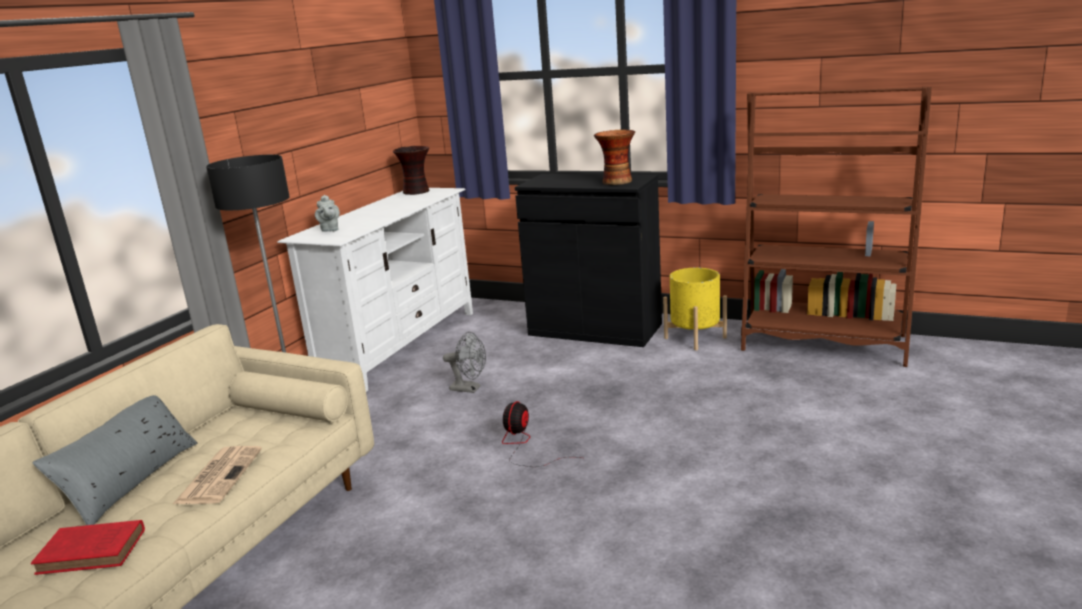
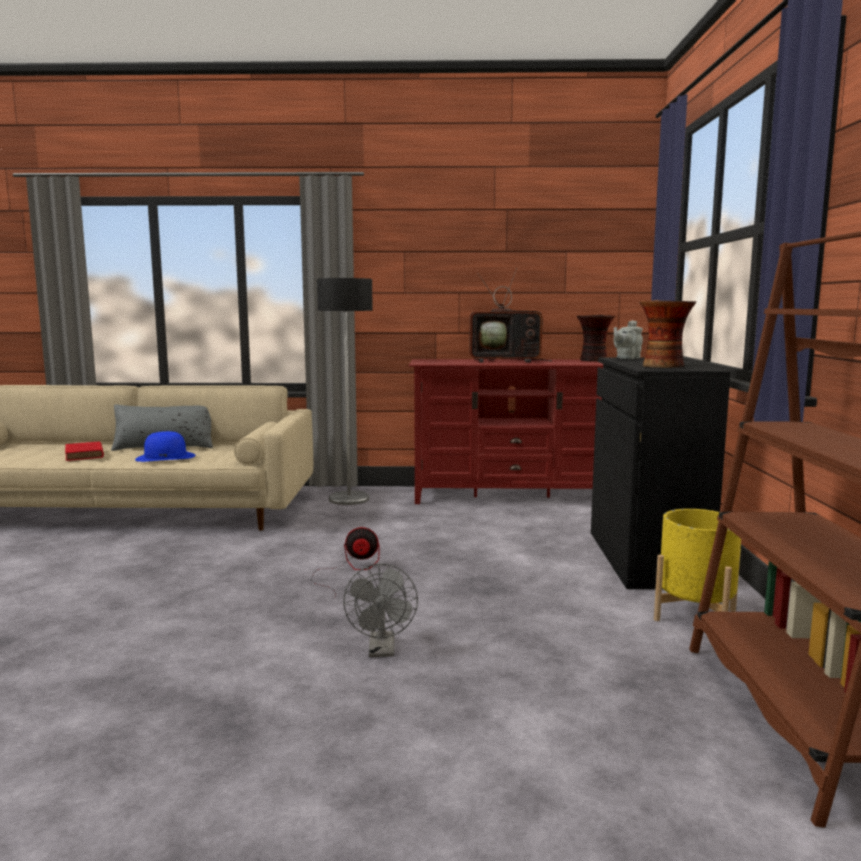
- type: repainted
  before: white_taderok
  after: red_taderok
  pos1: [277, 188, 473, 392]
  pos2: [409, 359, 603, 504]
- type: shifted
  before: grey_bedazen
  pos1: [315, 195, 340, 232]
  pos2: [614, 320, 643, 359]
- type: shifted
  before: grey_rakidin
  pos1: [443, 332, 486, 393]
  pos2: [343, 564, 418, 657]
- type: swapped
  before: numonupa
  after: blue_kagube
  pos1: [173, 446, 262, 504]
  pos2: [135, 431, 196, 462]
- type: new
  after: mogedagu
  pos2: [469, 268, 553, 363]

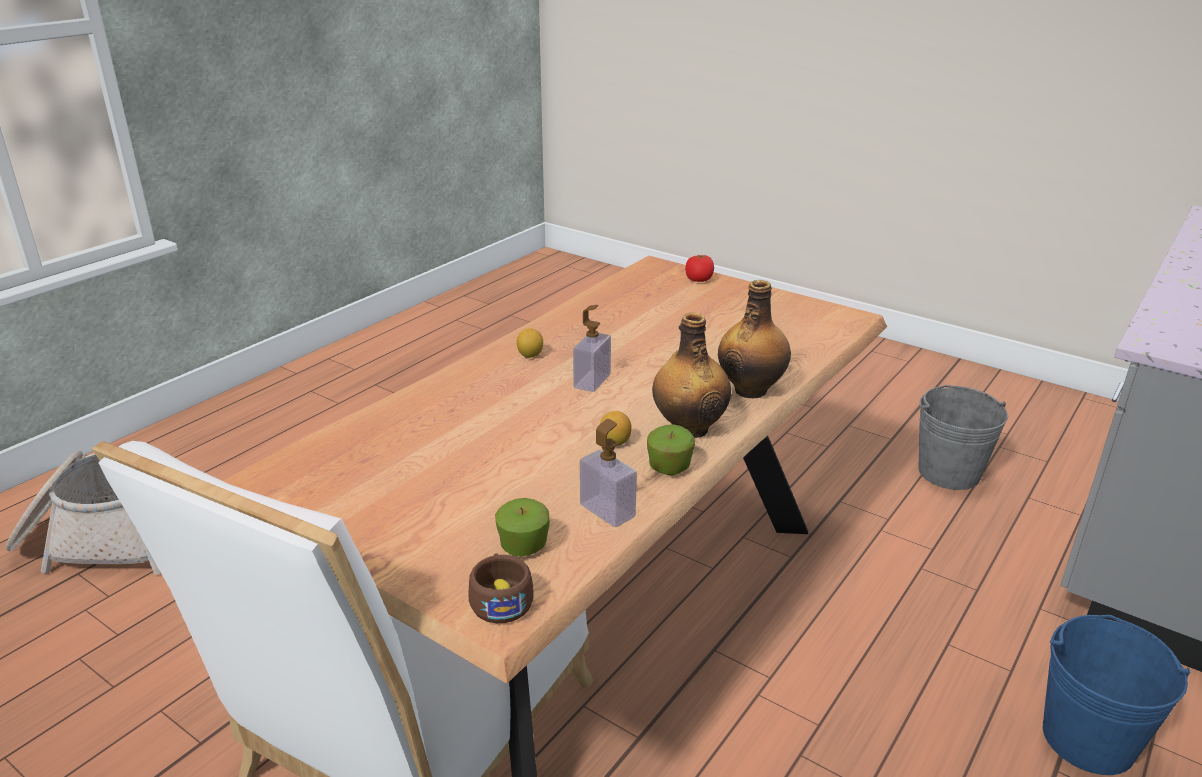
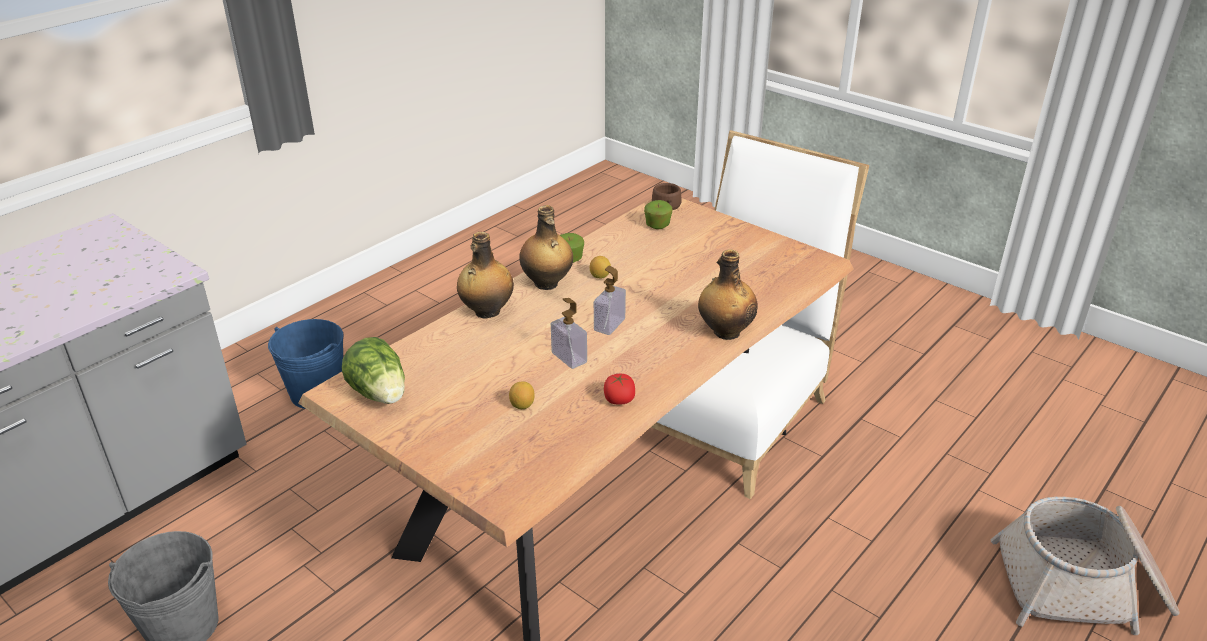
- type: shifted
  before: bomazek
  pos1: [685, 255, 714, 282]
  pos2: [604, 374, 635, 405]
- type: shifted
  before: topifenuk
  pos1: [517, 328, 543, 358]
  pos2: [509, 382, 535, 409]
- type: shifted
  before: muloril
  pos1: [580, 419, 637, 527]
  pos2: [551, 298, 587, 369]
- type: new
  after: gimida
  pos2: [698, 249, 758, 340]
- type: new
  after: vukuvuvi
  pos2: [342, 337, 405, 404]

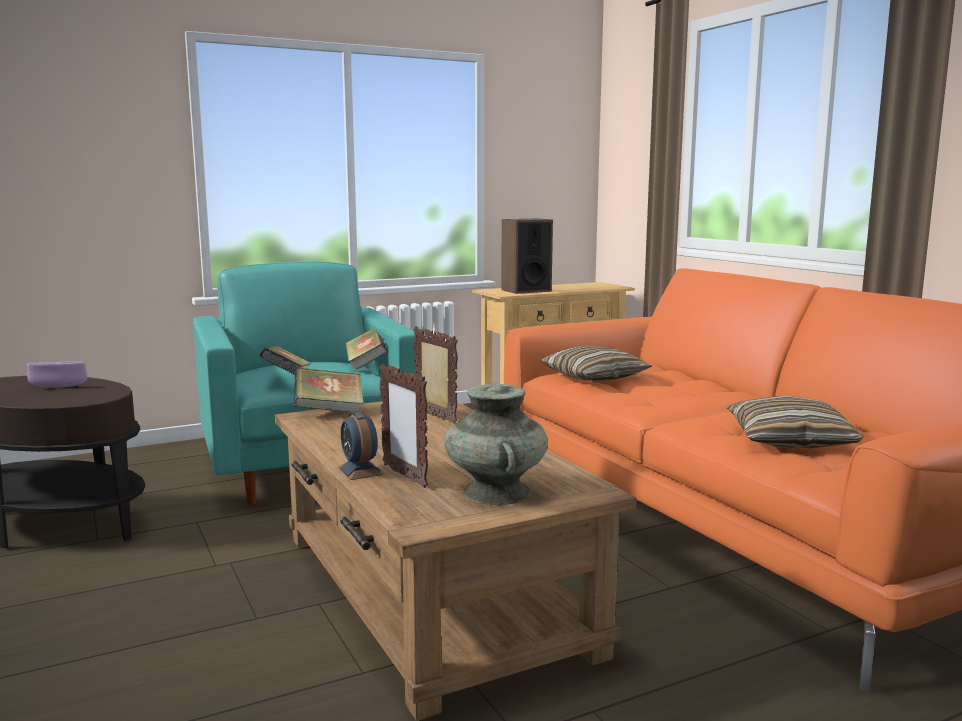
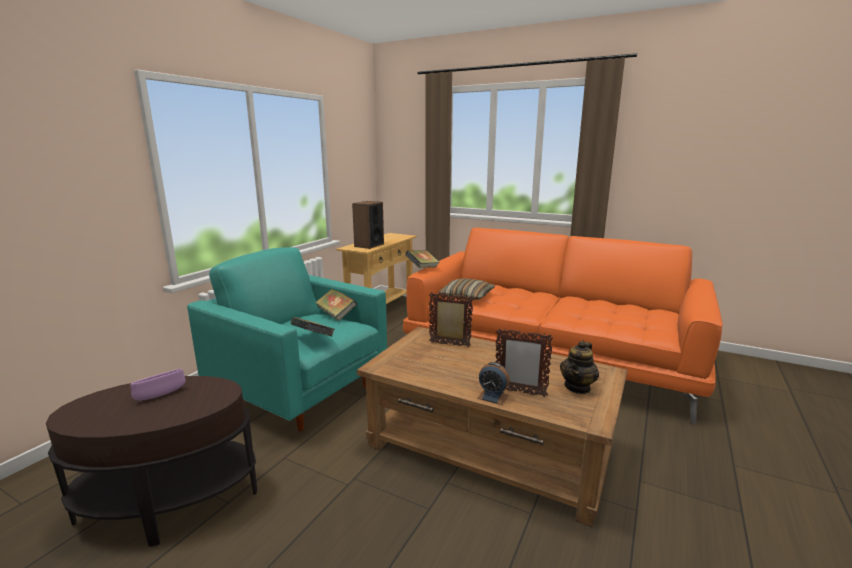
- type: shifted
  before: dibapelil
  pos1: [294, 368, 364, 413]
  pos2: [405, 250, 440, 268]
- type: swapped
  before: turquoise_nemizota
  after: bedazen
  pos1: [444, 384, 548, 505]
  pos2: [560, 340, 599, 394]
- type: gone
  before: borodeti
  pos1: [726, 396, 864, 449]

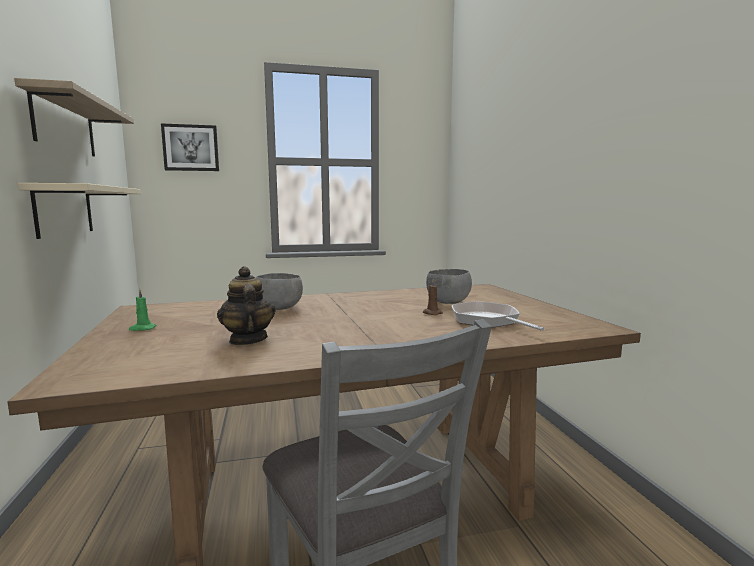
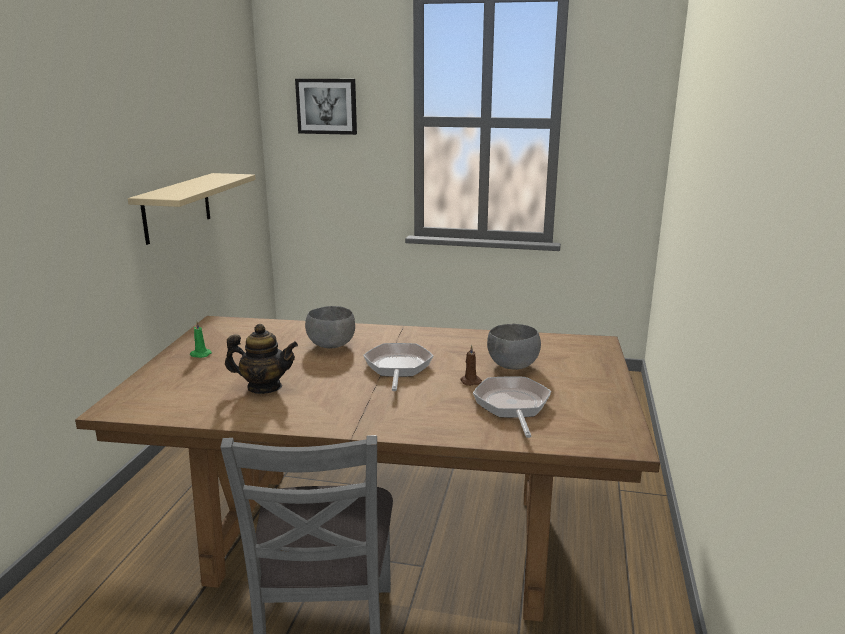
- type: gone
  before: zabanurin
  pos1: [14, 78, 134, 157]
- type: rotated
  before: bedazen
  pos1: [217, 266, 276, 345]
  pos2: [225, 324, 298, 394]
  turn: 90
- type: new
  after: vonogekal
  pos2: [363, 343, 434, 391]

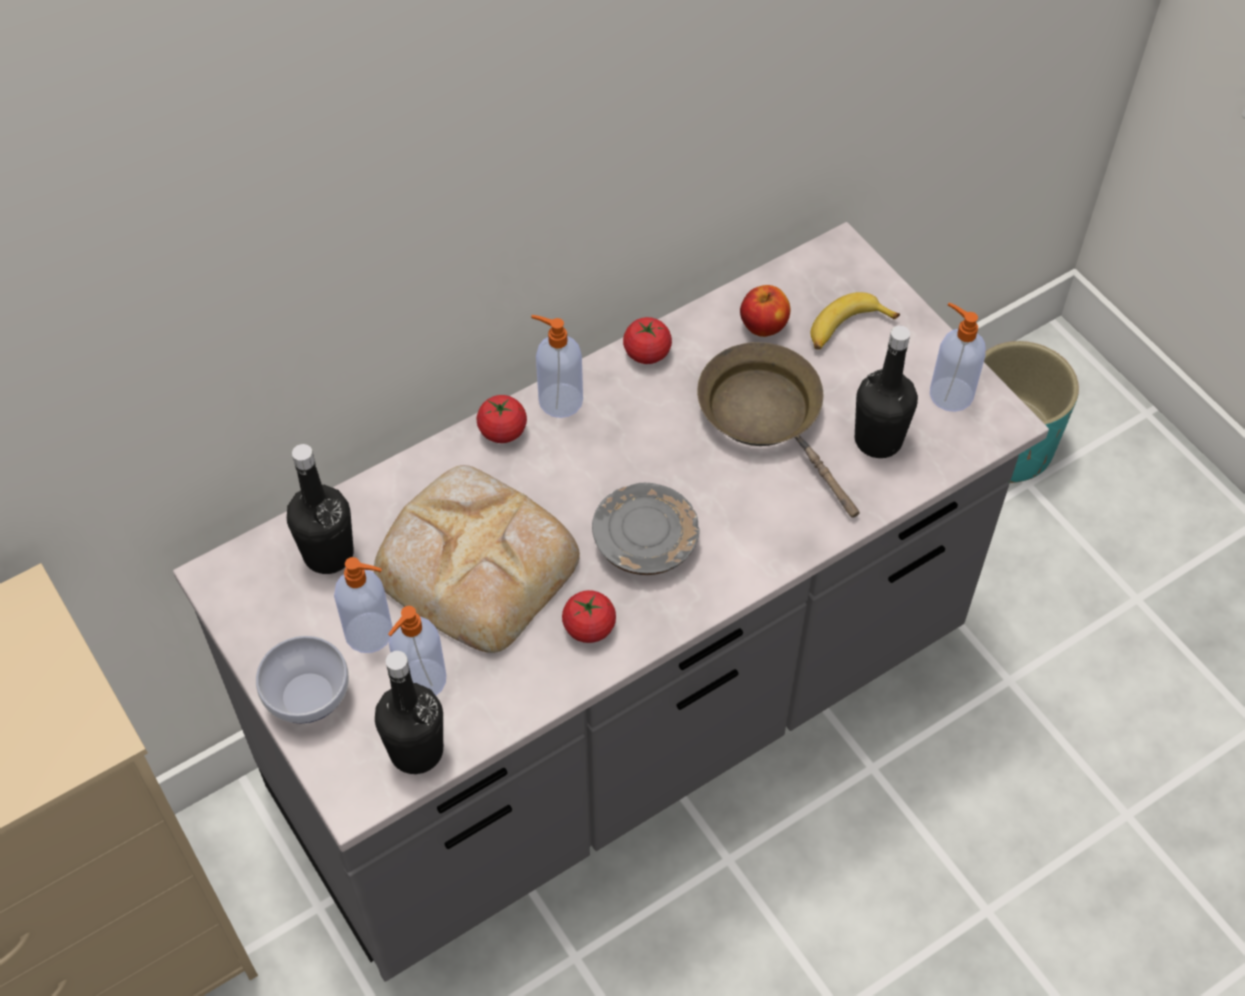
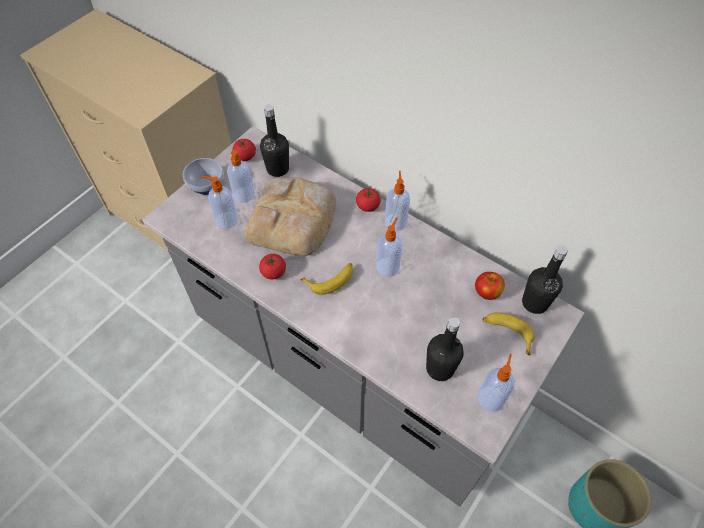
- type: shifted
  before: bomazek
  pos1: [623, 317, 672, 364]
  pos2: [232, 139, 256, 161]
- type: gone
  before: brown_vonogekal
  pos1: [697, 342, 860, 518]
- type: swapped
  before: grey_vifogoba
  after: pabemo
  pos1: [592, 482, 700, 575]
  pos2: [301, 263, 353, 295]
- type: shifted
  before: black_gimida
  pos1: [375, 651, 443, 774]
  pos2: [522, 246, 568, 314]
- type: new
  after: muloril
  pos2: [376, 217, 402, 277]

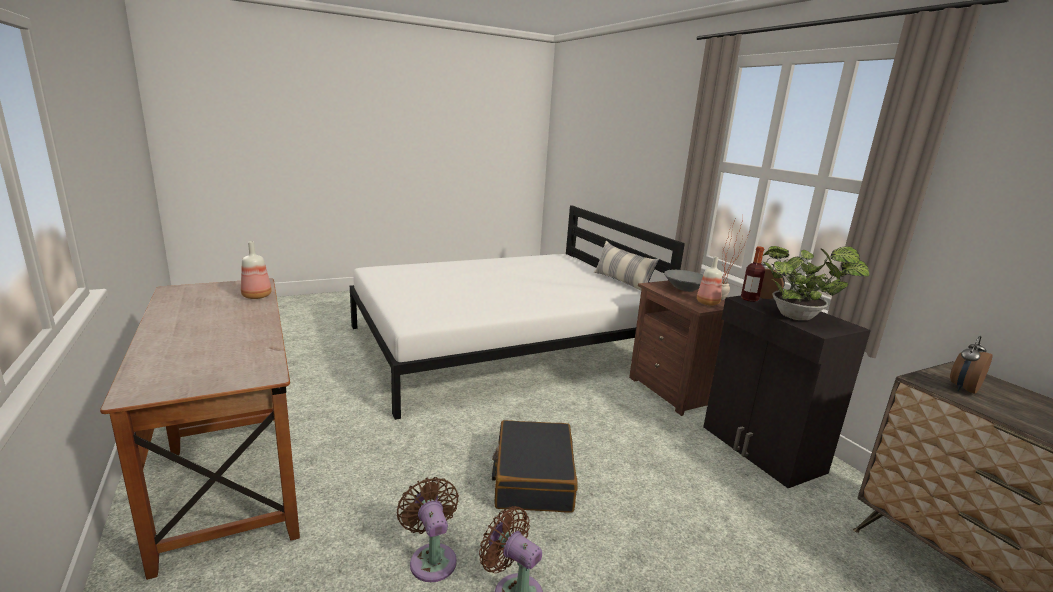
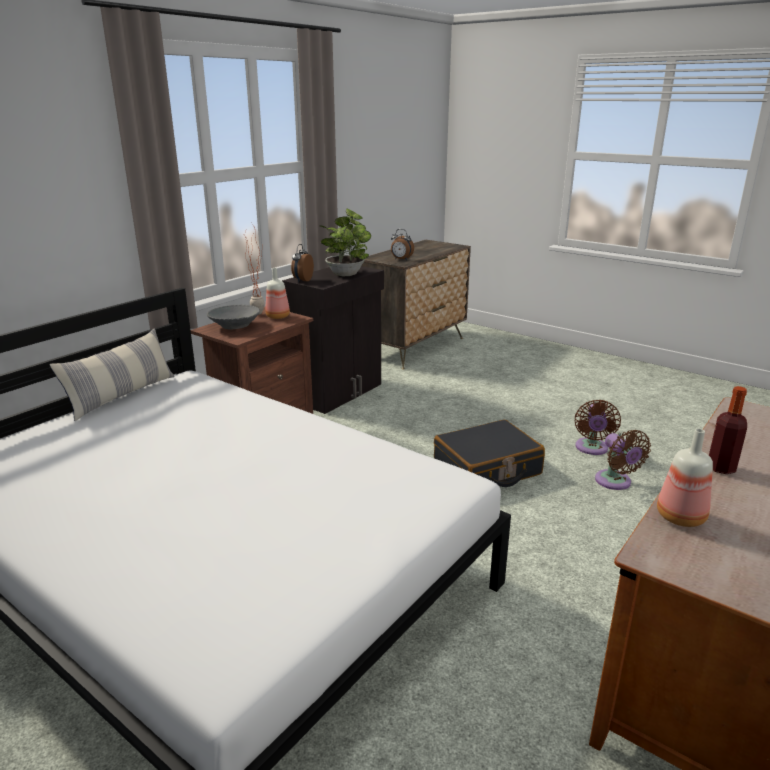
- type: shifted
  before: gimida
  pos1: [741, 246, 765, 302]
  pos2: [709, 386, 747, 474]
- type: rotated
  before: brown_rakidin
  pos1: [397, 477, 459, 582]
  pos2: [595, 430, 651, 490]
  turn: -60

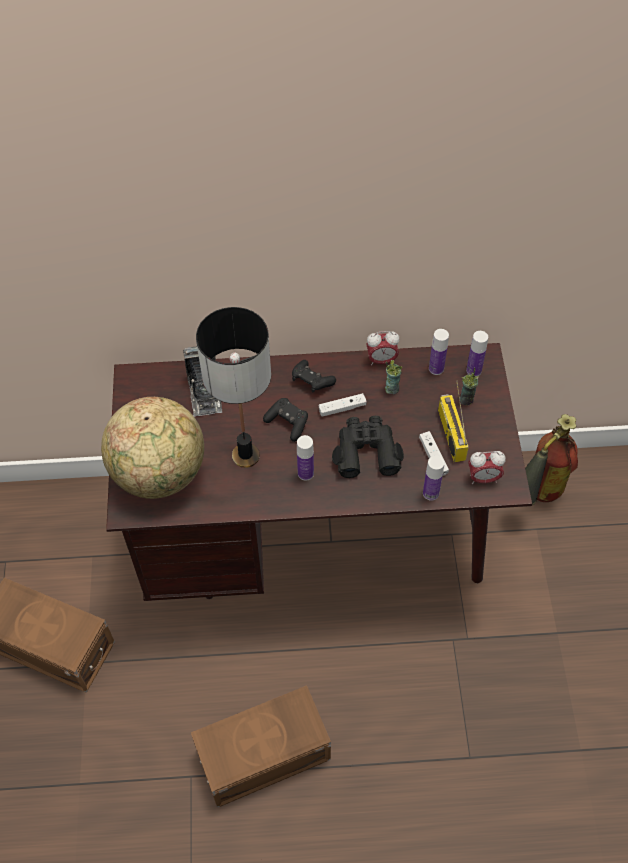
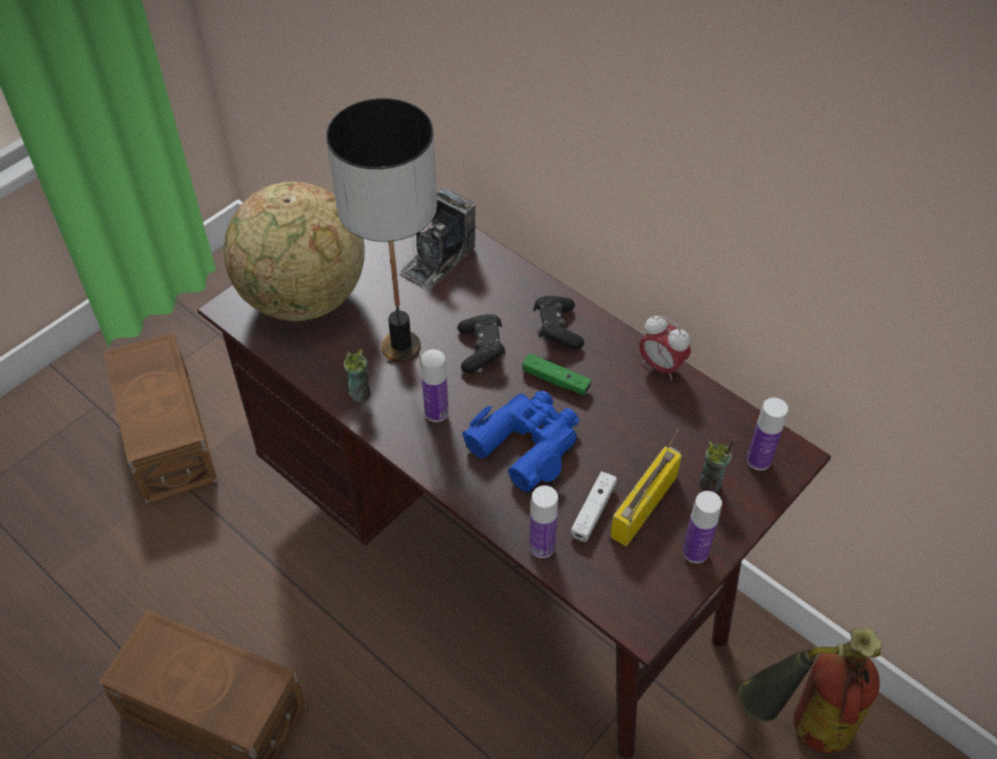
- type: shifted
  before: gimida
  pos1: [429, 329, 449, 375]
  pos2: [683, 491, 722, 563]
- type: shifted
  before: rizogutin
  pos1: [385, 360, 402, 395]
  pos2: [344, 344, 370, 402]
- type: repainted
  before: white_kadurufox
  after: green_kadurufox
  pos1: [319, 393, 367, 417]
  pos2: [522, 353, 591, 396]
- type: repainted
  before: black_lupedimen
  after: blue_lupedimen
  pos1: [332, 416, 404, 478]
  pos2: [462, 391, 579, 492]
- type: gone
  before: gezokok
  pos1: [468, 451, 505, 484]

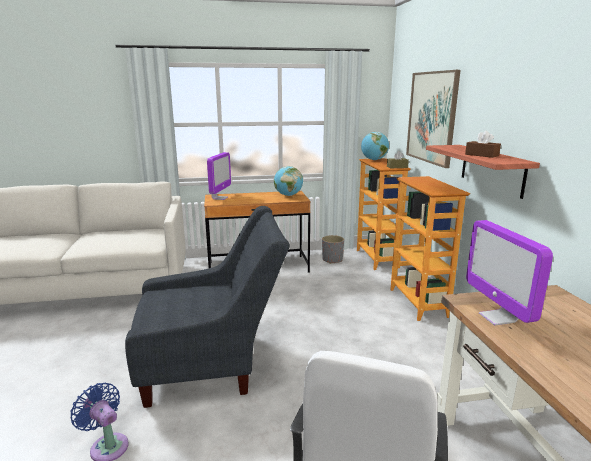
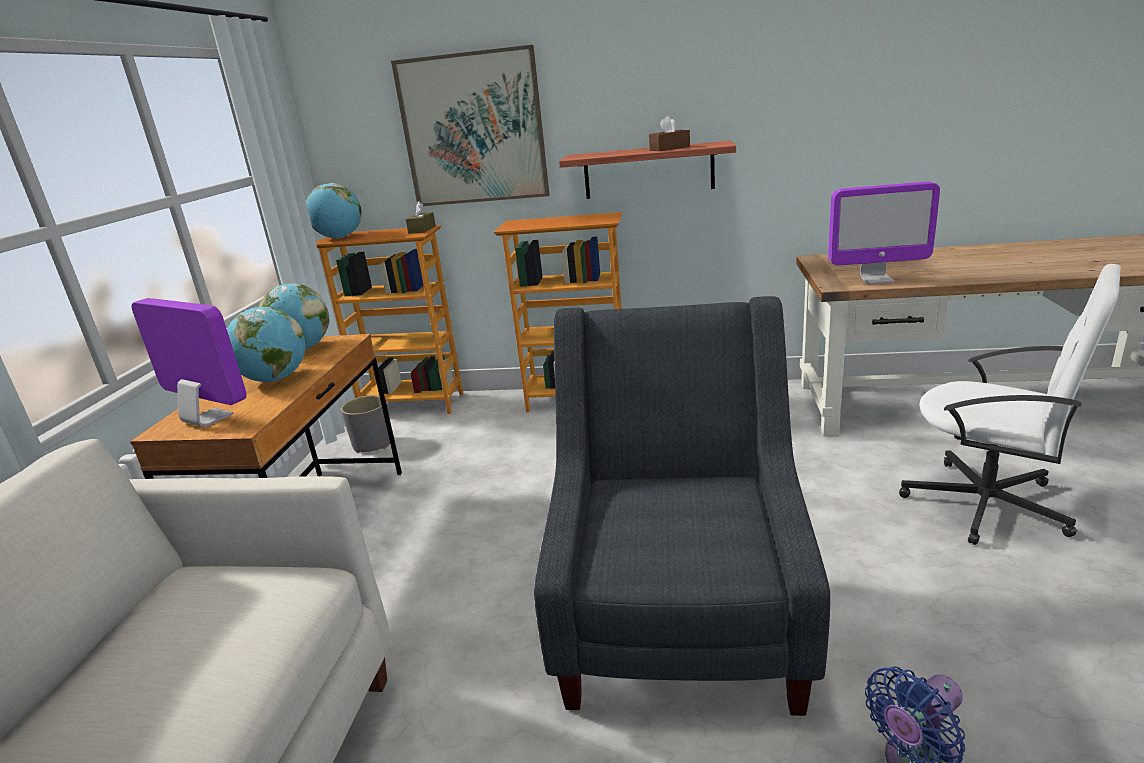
- type: new
  after: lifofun
  pos2: [227, 307, 306, 382]

